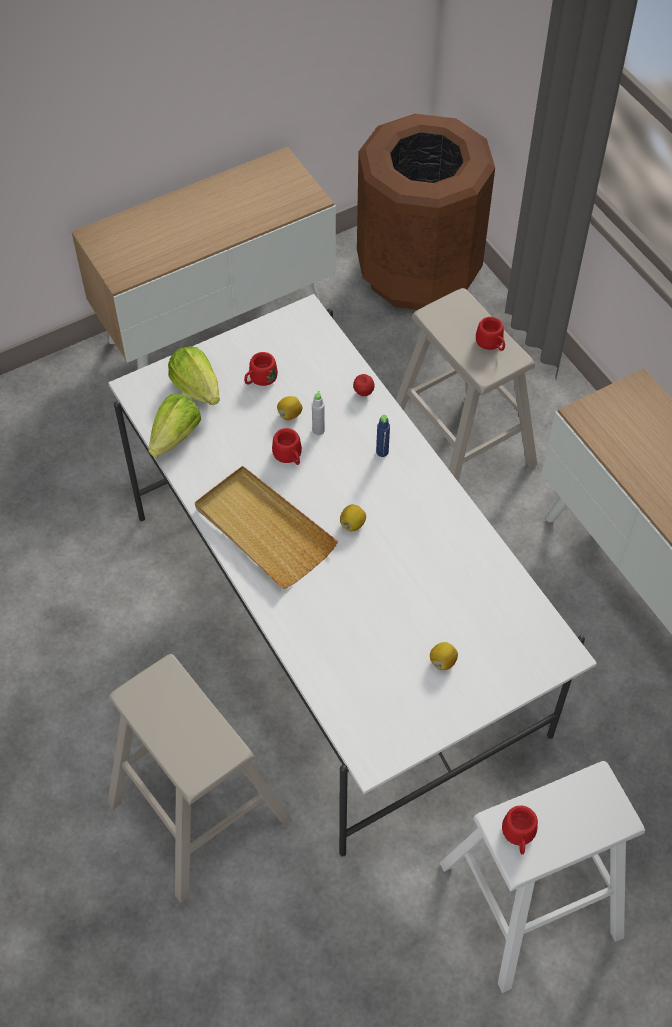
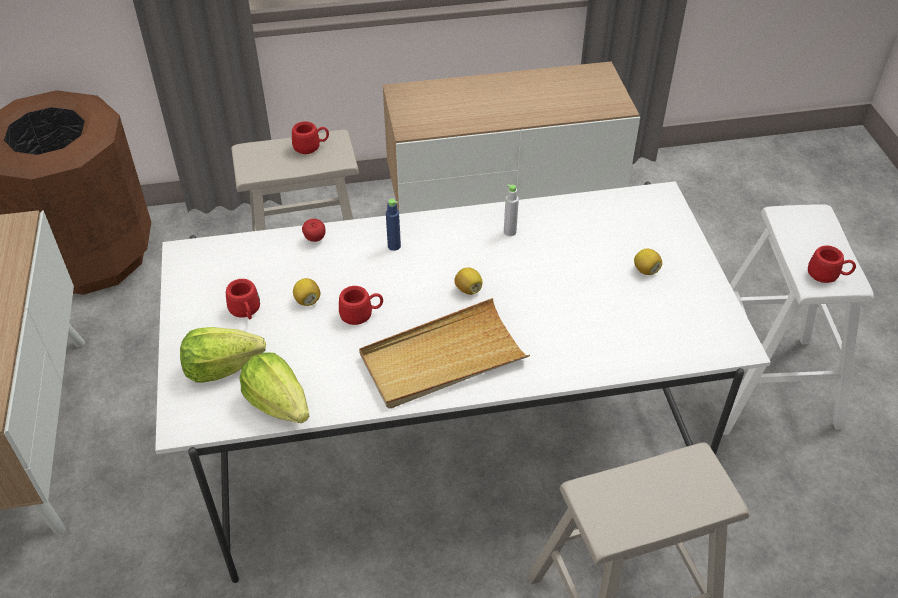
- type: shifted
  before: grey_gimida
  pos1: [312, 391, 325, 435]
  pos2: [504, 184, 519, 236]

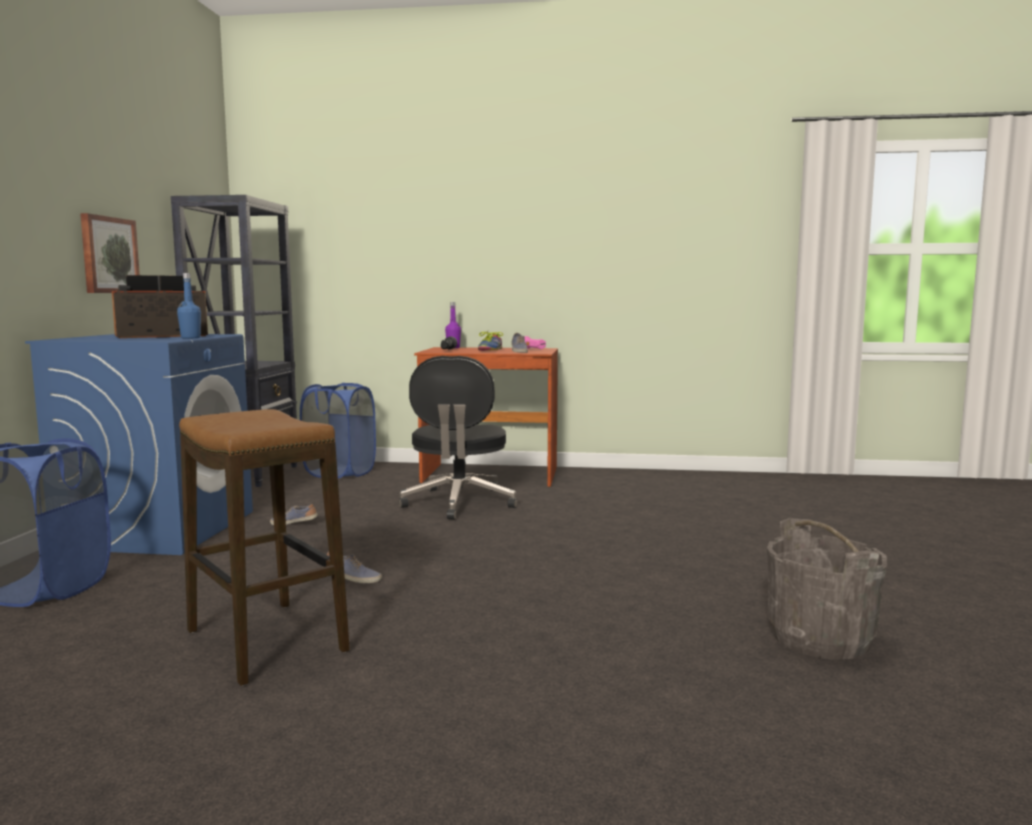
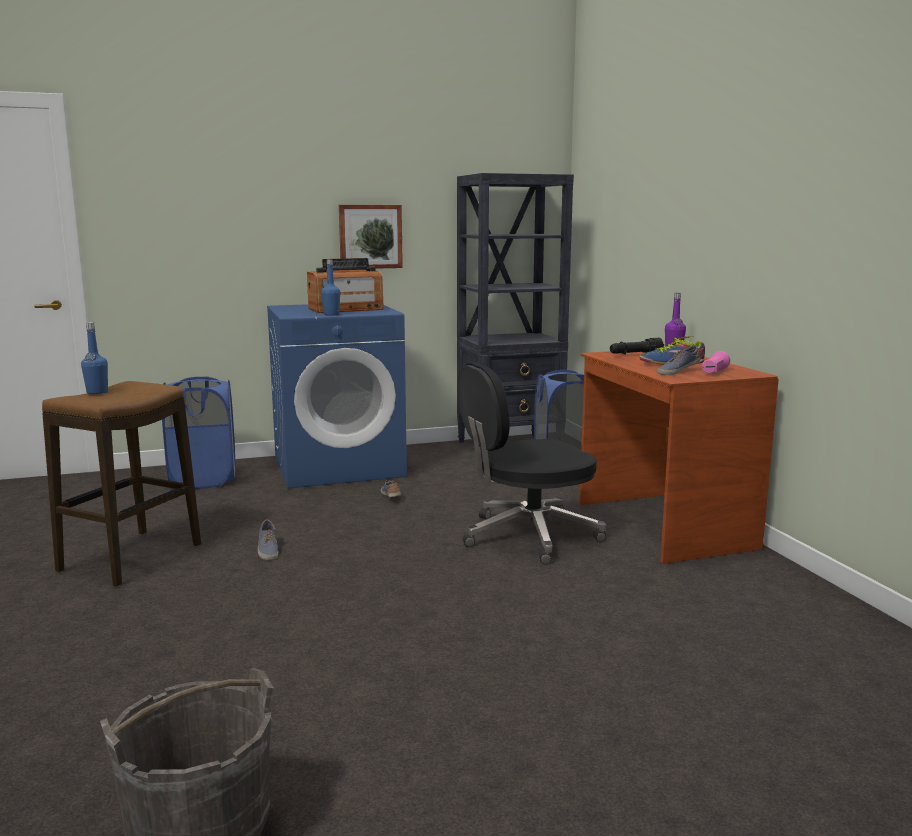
- type: rotated
  before: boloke
  pos1: [112, 275, 208, 338]
  pos2: [307, 258, 384, 313]
  turn: 120
- type: new
  after: blue_gimida
  pos2: [81, 322, 108, 394]

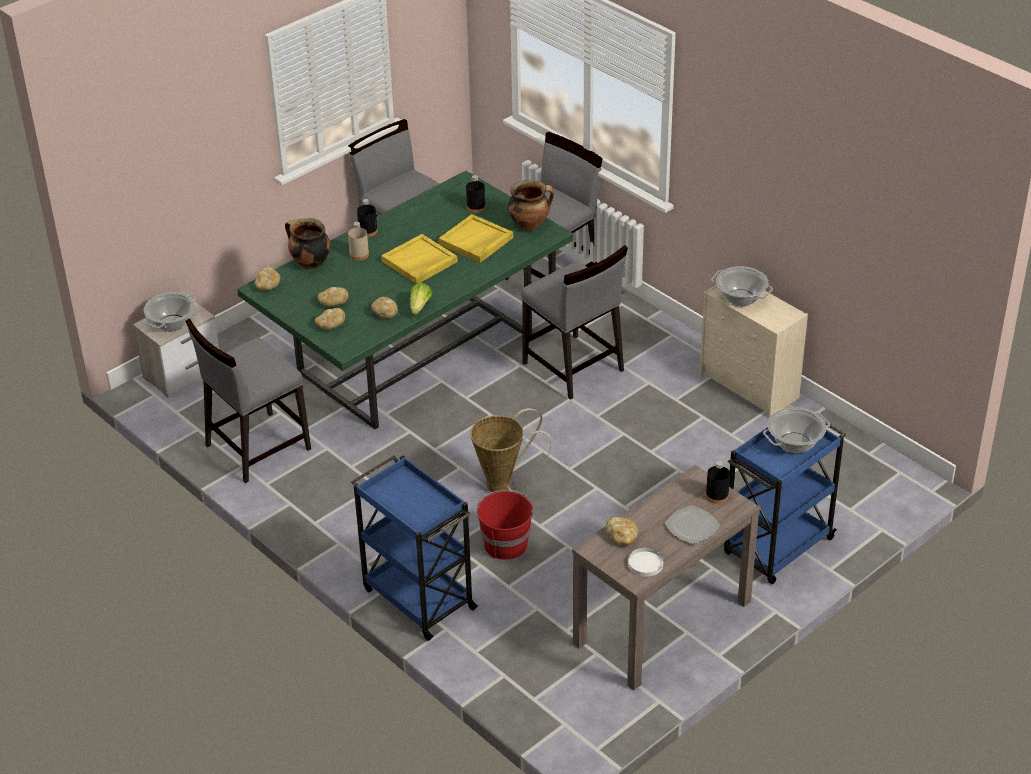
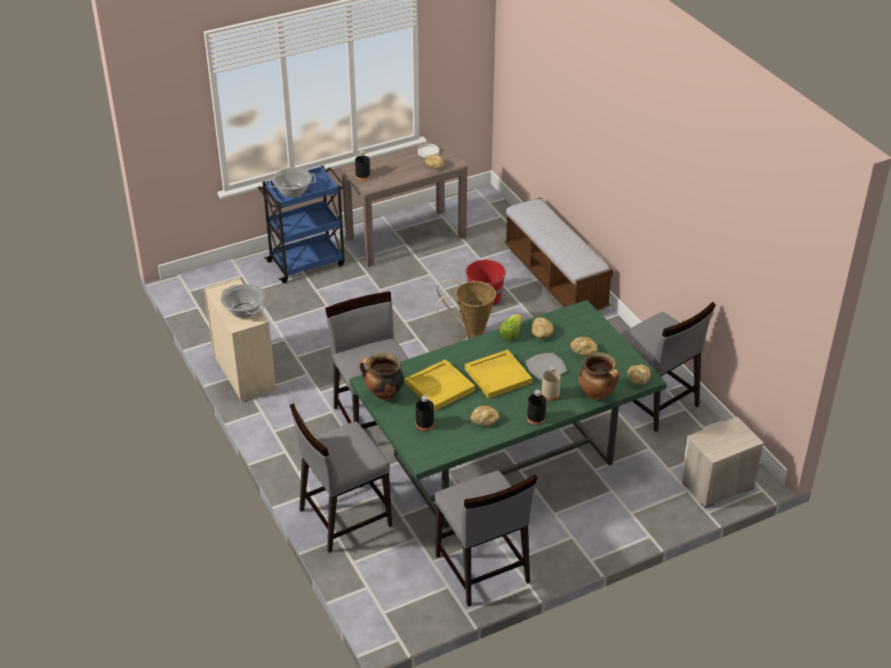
- type: gone
  before: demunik
  pos1: [143, 292, 196, 332]
- type: shifted
  before: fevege
  pos1: [315, 308, 345, 330]
  pos2: [471, 406, 499, 426]
- type: rotated
  before: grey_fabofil
  pos1: [186, 318, 311, 483]
  pos2: [621, 302, 716, 432]
  turn: 75
- type: swapped
  before: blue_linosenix
  after: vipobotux
  pos1: [351, 455, 478, 641]
  pos2: [505, 198, 613, 310]
- type: shifted
  before: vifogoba
  pos1: [664, 505, 720, 544]
  pos2: [526, 353, 567, 379]

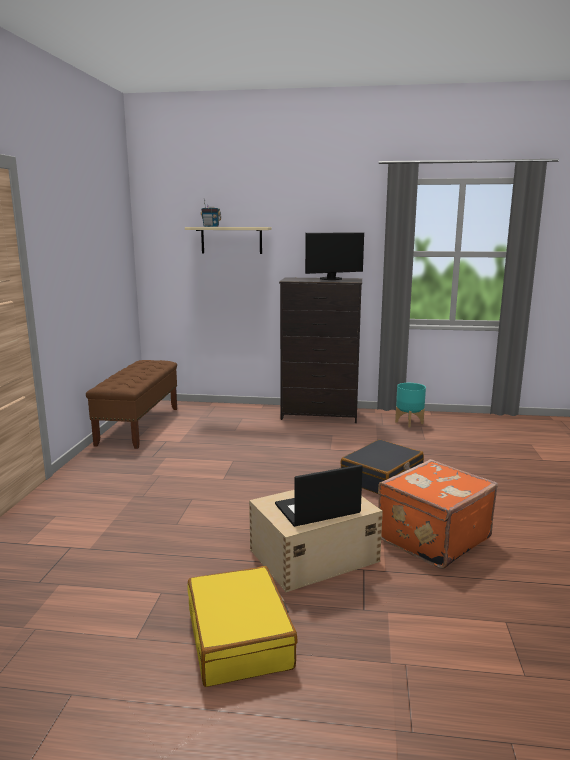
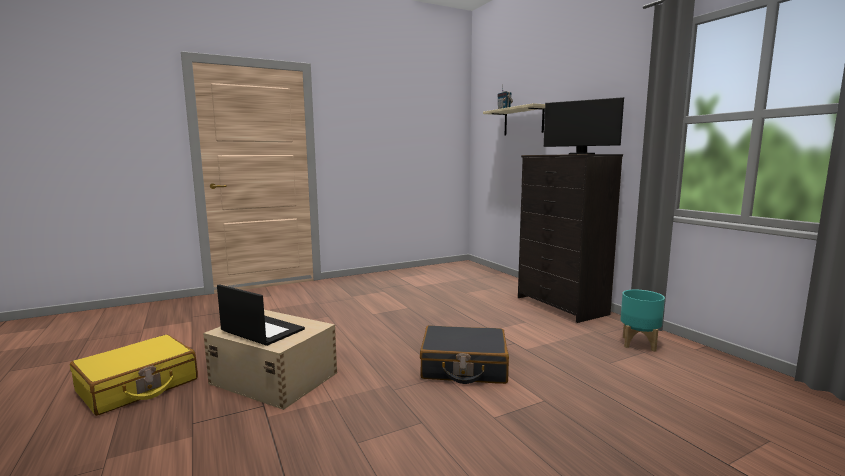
- type: gone
  before: brown_vipobotux
  pos1: [86, 360, 177, 449]
- type: gone
  before: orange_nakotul
  pos1: [378, 459, 498, 569]

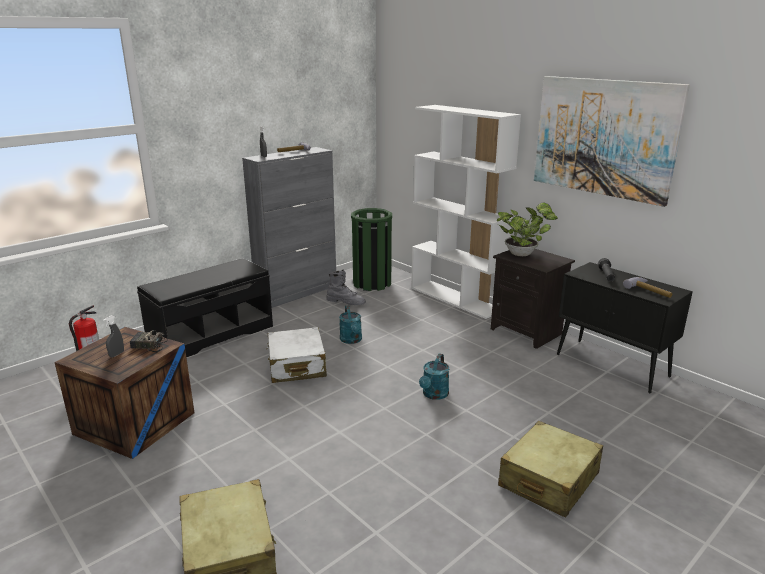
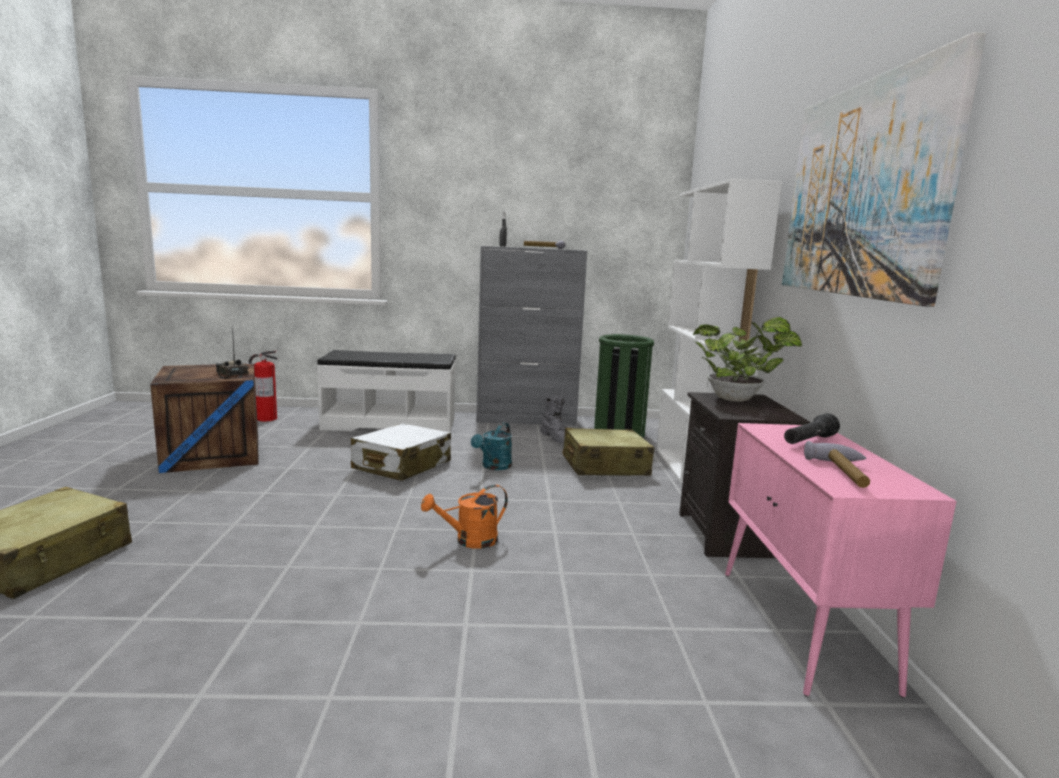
- type: repainted
  before: black_vipobotux
  after: white_vipobotux
  pos1: [137, 258, 273, 357]
  pos2: [317, 350, 456, 432]
- type: repainted
  before: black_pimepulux
  after: pink_pimepulux
  pos1: [557, 262, 693, 394]
  pos2: [725, 423, 957, 698]
- type: gone
  before: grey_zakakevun
  pos1: [103, 315, 124, 357]
- type: repainted
  before: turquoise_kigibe
  after: orange_kigibe
  pos1: [419, 353, 449, 400]
  pos2: [421, 485, 508, 549]
- type: shifted
  before: beige_nakotul
  pos1: [498, 421, 603, 518]
  pos2: [562, 428, 654, 476]

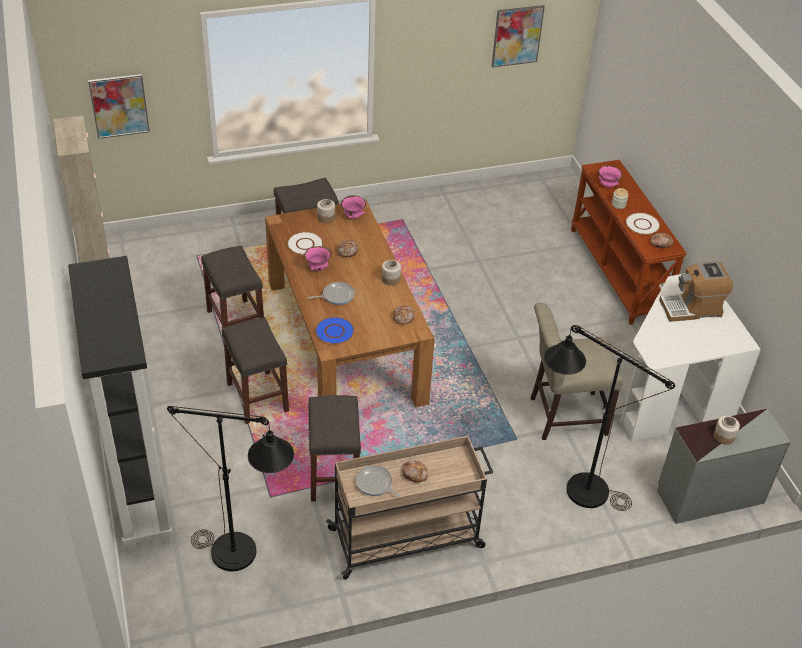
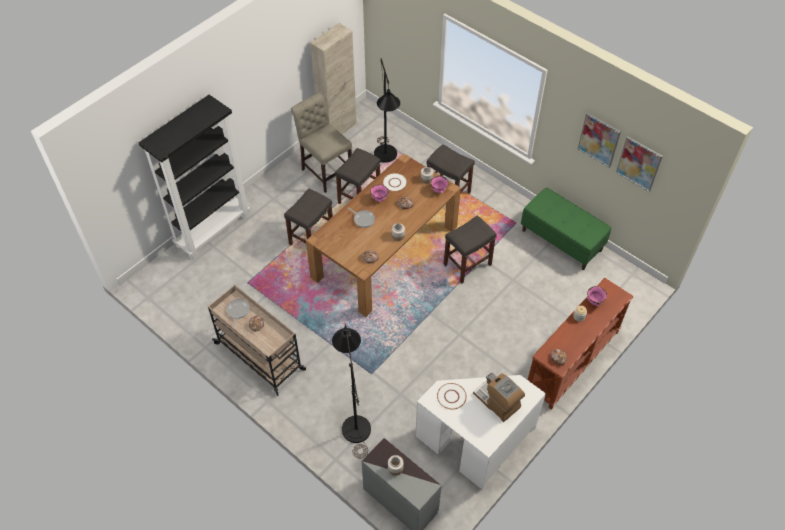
- type: shifted
  before: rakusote
  pos1: [88, 74, 150, 139]
  pos2: [578, 113, 621, 168]
- type: shifted
  before: white_vifogoba
  pos1: [625, 213, 660, 235]
  pos2: [437, 383, 467, 409]
- type: shifted
  before: beige_fabofil
  pos1: [531, 303, 623, 440]
  pos2: [291, 93, 352, 193]
- type: gone
  before: blue_vifogoba
  pos1: [315, 317, 354, 344]
- type: shifted
  before: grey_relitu
  pos1: [308, 395, 361, 502]
  pos2: [443, 215, 497, 284]
- type: shifted
  before: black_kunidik
  pos1: [167, 406, 294, 571]
  pos2: [374, 58, 400, 163]
- type: new
  after: green_vipobotux
  pos2: [521, 187, 611, 270]

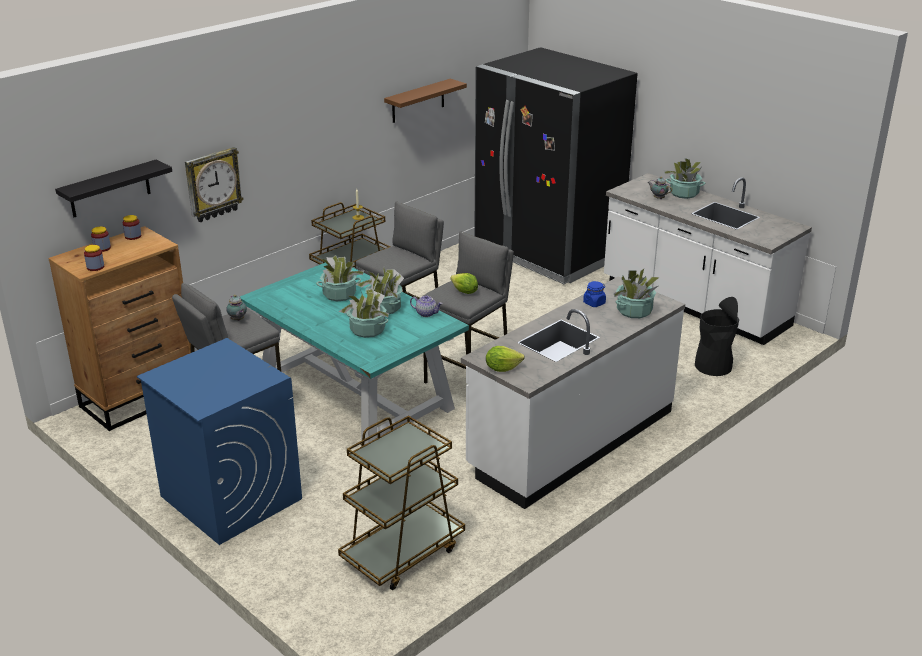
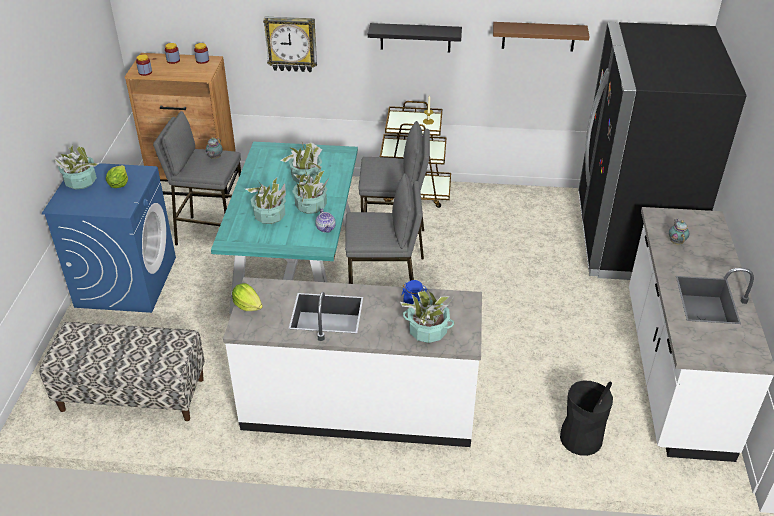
- type: shifted
  before: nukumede
  pos1: [664, 158, 705, 199]
  pos2: [54, 145, 99, 189]
- type: shifted
  before: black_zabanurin
  pos1: [55, 159, 172, 217]
  pos2: [368, 23, 462, 52]
- type: shifted
  before: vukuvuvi
  pos1: [450, 273, 478, 294]
  pos2: [106, 165, 128, 188]
- type: swapped
  before: brown_linosenix
  after: vipobotux
  pos1: [338, 416, 465, 590]
  pos2: [39, 322, 205, 421]

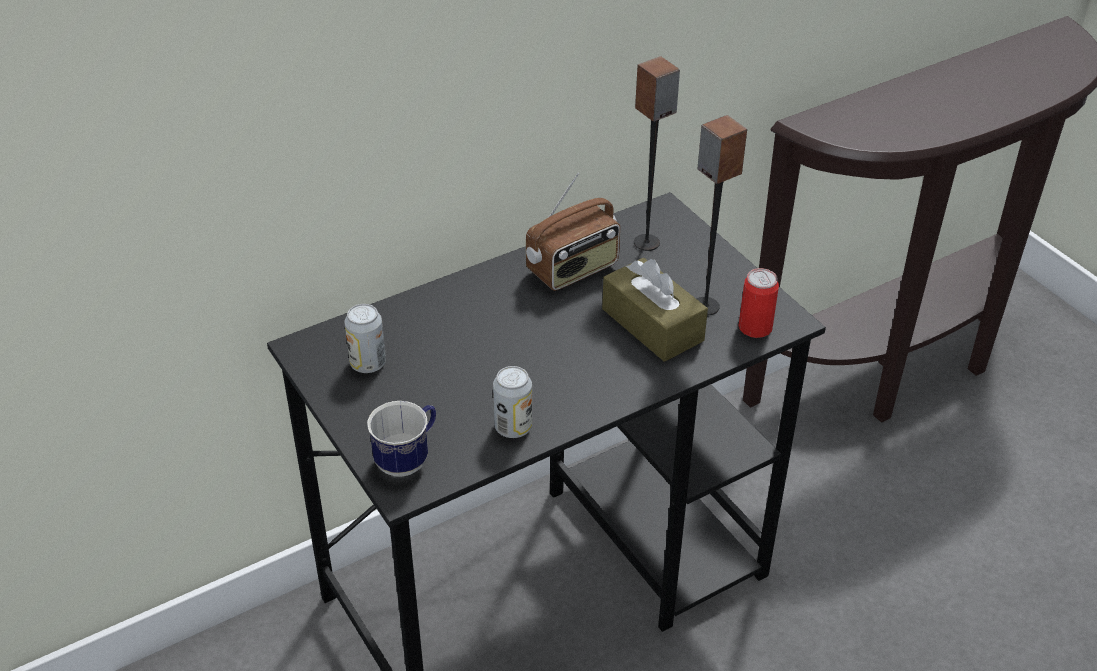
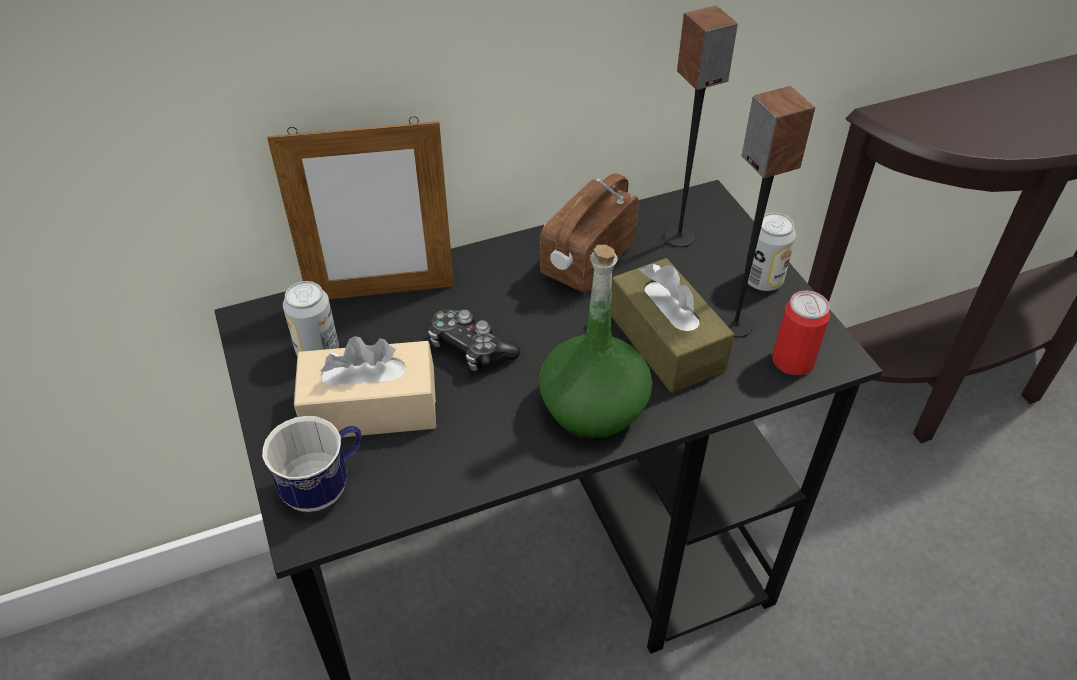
- type: rotated
  before: boloke
  pos1: [526, 173, 620, 291]
  pos2: [540, 173, 639, 293]
  turn: 150
- type: shifted
  before: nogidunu
  pos1: [493, 366, 532, 438]
  pos2: [744, 212, 796, 291]
- type: new
  after: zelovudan
  pos2: [267, 116, 454, 299]
- type: new
  after: green_gimida
  pos2: [539, 245, 652, 440]
- type: new
  after: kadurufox
  pos2: [428, 309, 520, 371]
- type: new
  after: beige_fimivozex
  pos2: [294, 336, 436, 437]

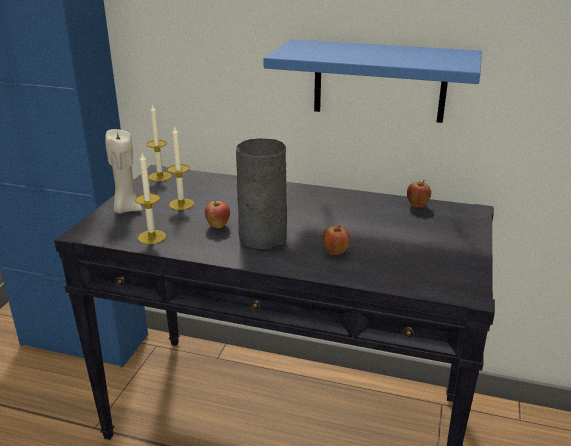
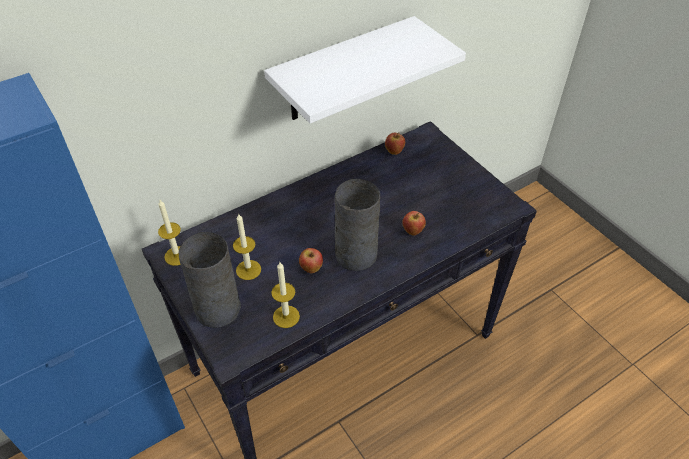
- type: repainted
  before: blue_zabanurin
  after: white_zabanurin
  pos1: [264, 39, 482, 123]
  pos2: [264, 16, 466, 123]
- type: swapped
  before: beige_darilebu
  after: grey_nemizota
  pos1: [105, 129, 142, 214]
  pos2: [179, 232, 241, 328]

